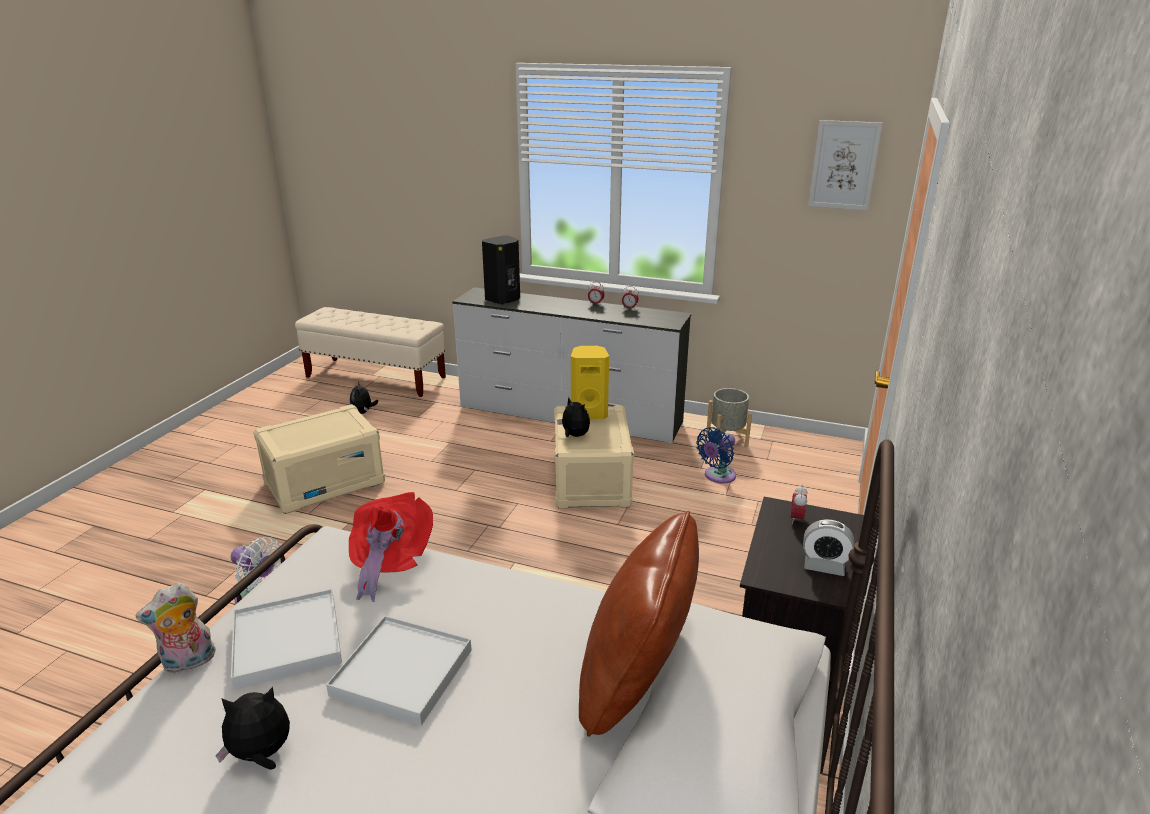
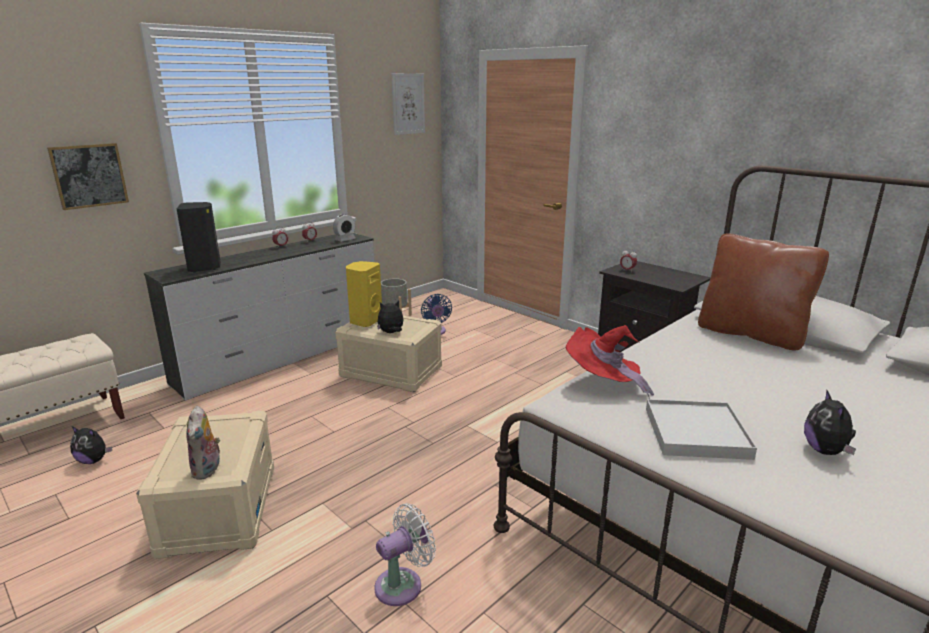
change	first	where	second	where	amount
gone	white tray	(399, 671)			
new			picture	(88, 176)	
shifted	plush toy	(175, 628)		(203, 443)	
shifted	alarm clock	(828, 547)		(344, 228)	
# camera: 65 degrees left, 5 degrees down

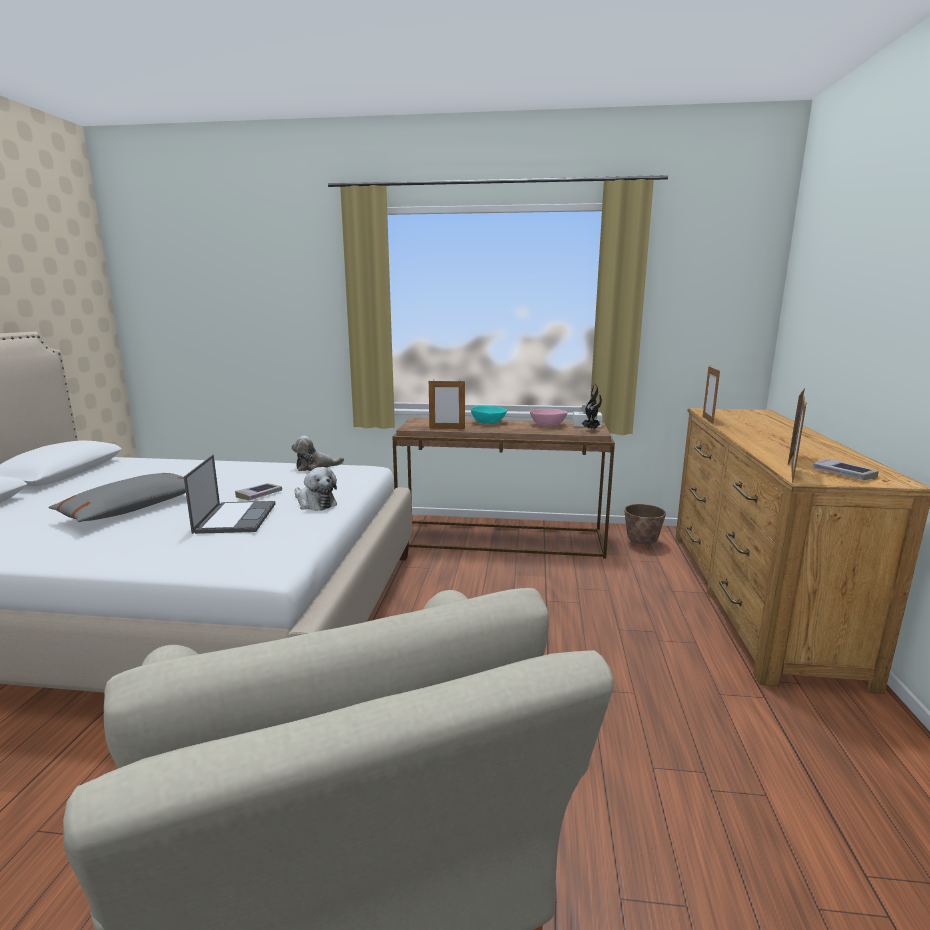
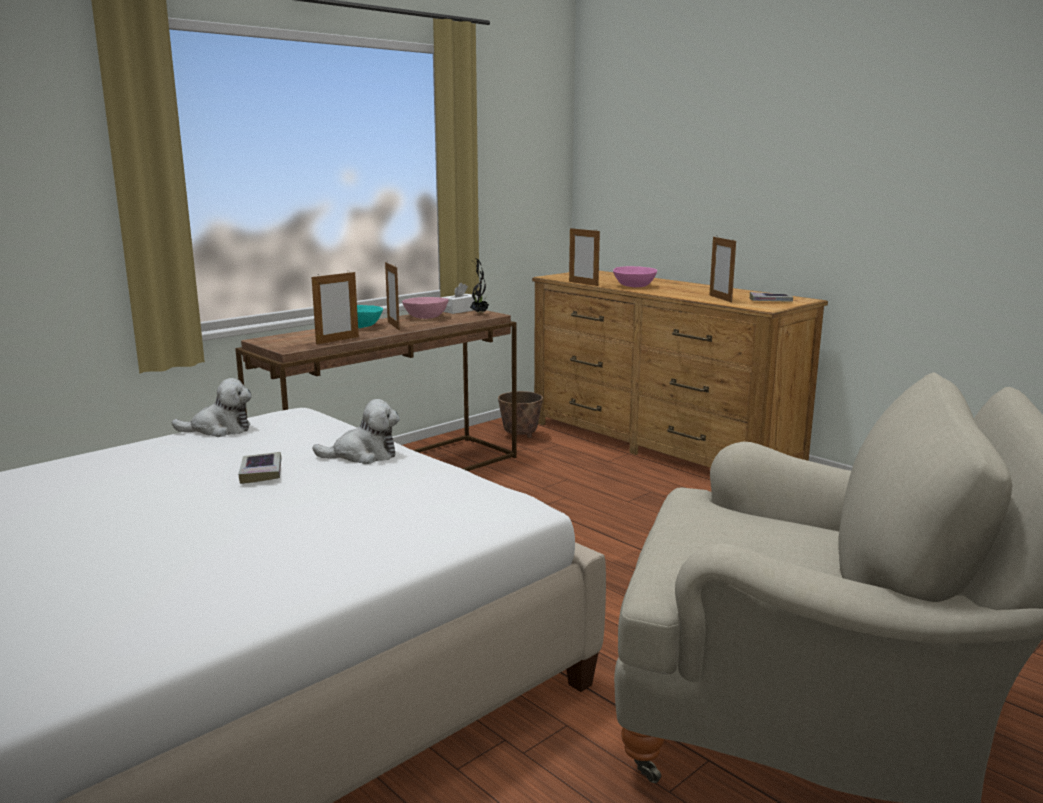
change	first	where	second	where	amount
gone	grey pillow	(117, 497)			
gone	laptop	(229, 494)			
new			pink bowl	(635, 276)	
shifted	picture frame	(799, 440)		(392, 296)	
rotated	plush toy	(318, 453)		(212, 407)	120 degrees counterclockwise
# camera: 50 degrees left, 0 degrees up

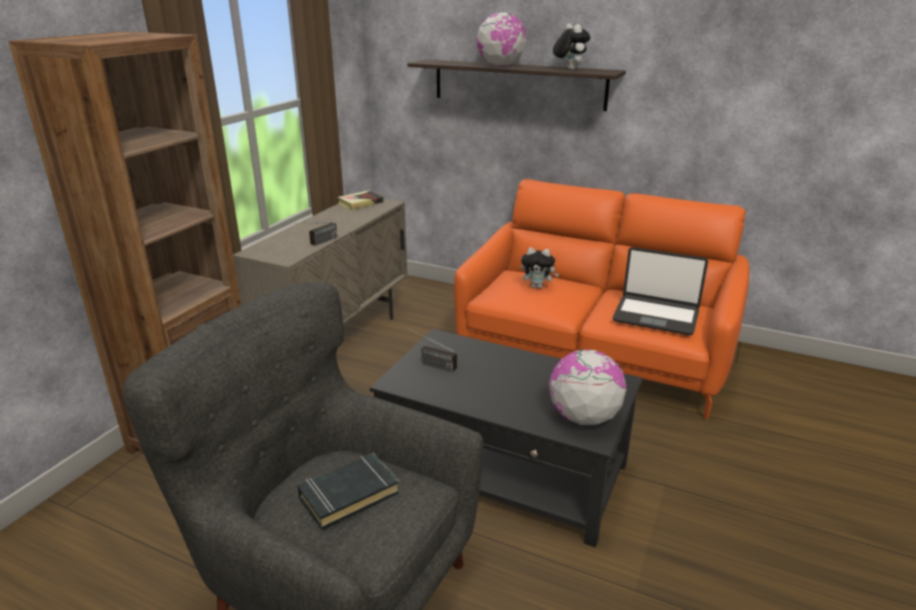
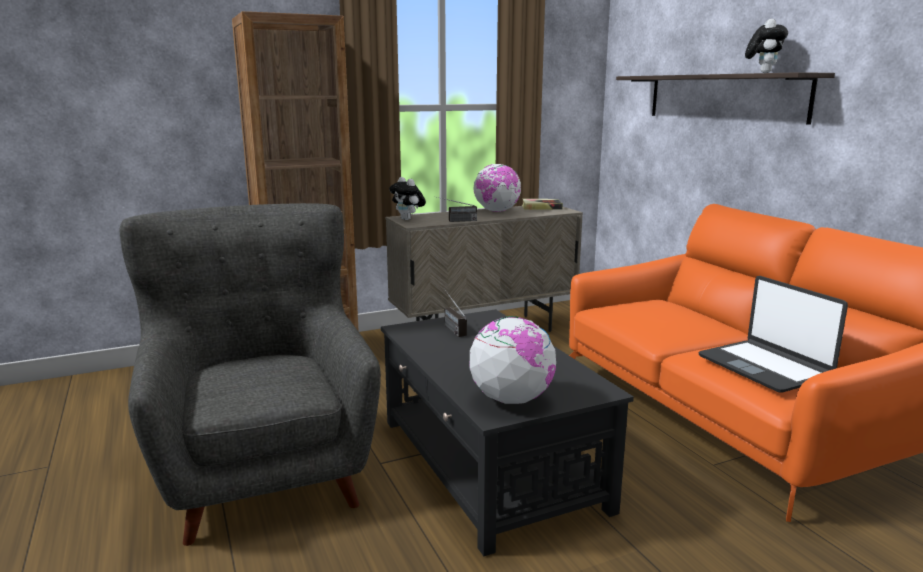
change	first	where	second	where	amount
gone	black book	(348, 491)			
shifted	globe	(501, 39)		(497, 188)	
shifted	plush toy	(540, 268)		(407, 198)	
# camera: 40 degrees right, 10 degrees down

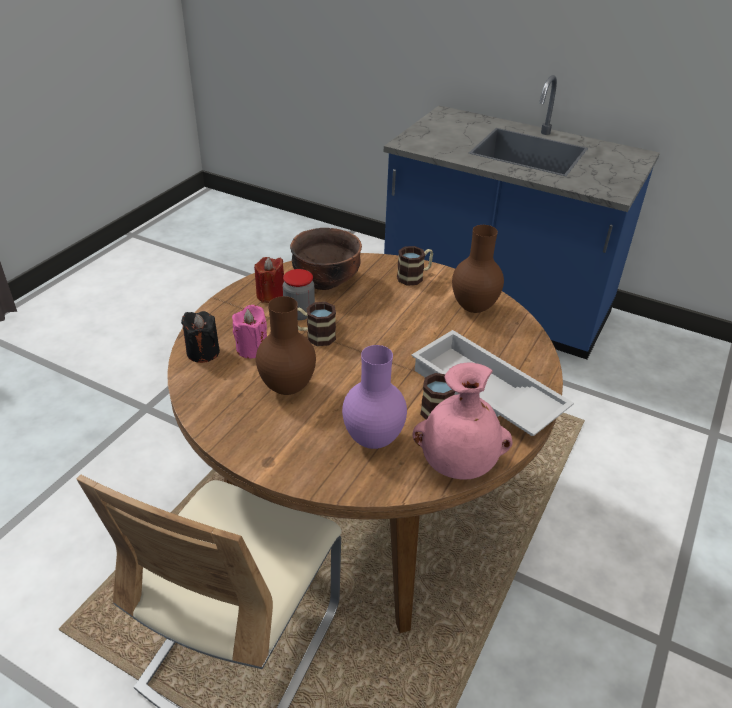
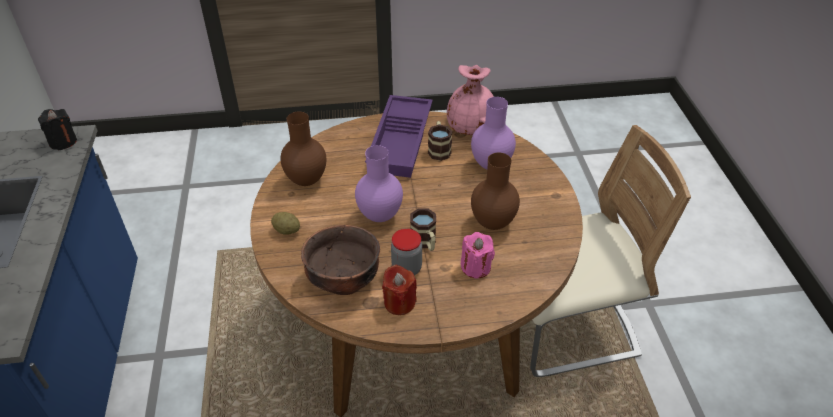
change	first	where	second	where	amount
new			purple vase	(379, 183)	
shifted	black candle	(200, 337)		(57, 129)	
swapped	mug	(415, 266)	potato	(285, 223)	
repainted	white tray	(492, 383)	purple tray	(399, 136)	
# camera: 125 degrees left, 5 degrees up

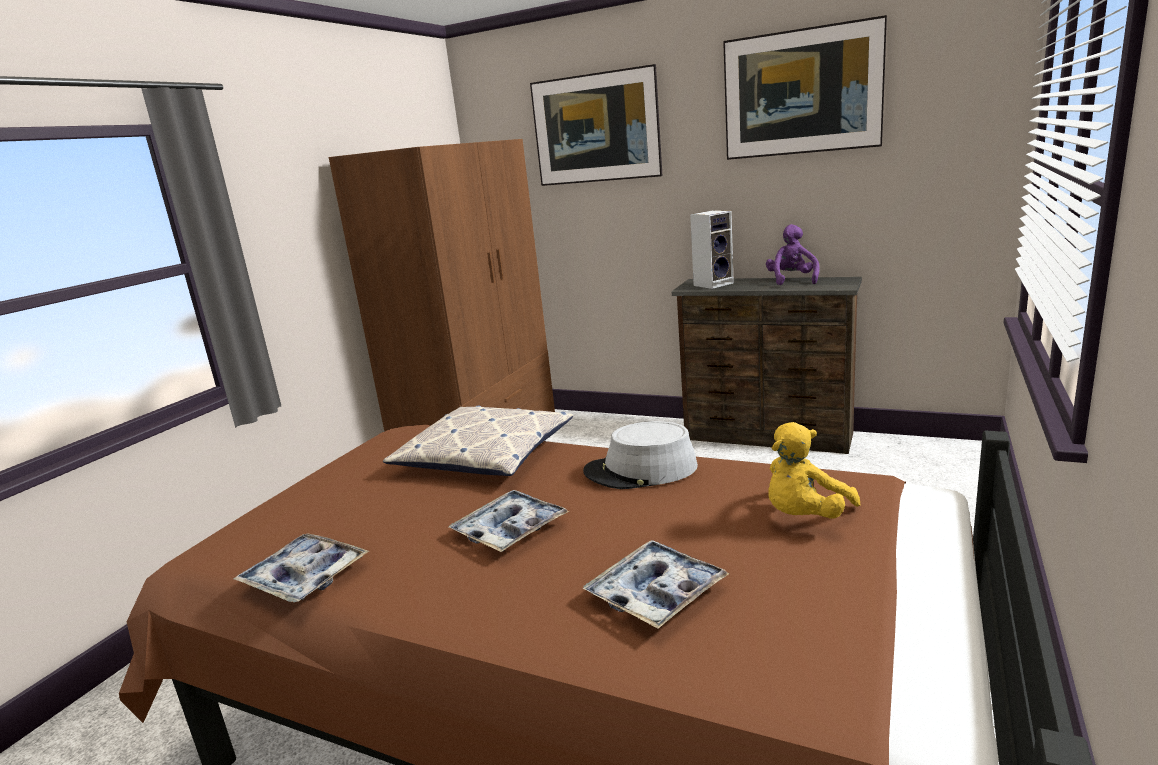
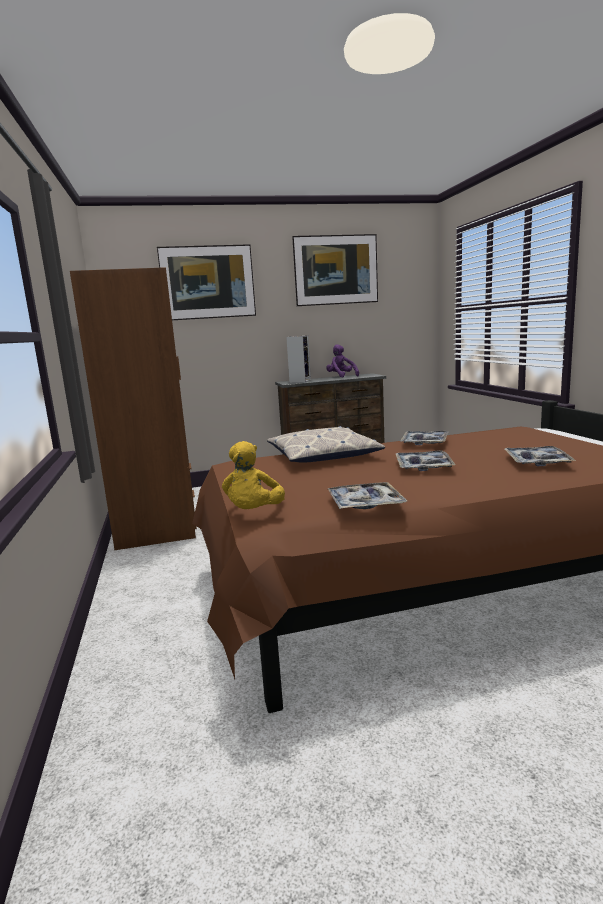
change	first	where	second	where	amount
shifted	yellow plush toy	(814, 470)		(253, 475)	
swapped	grey hat	(640, 455)	tray	(424, 438)	
# camera: 40 degrees left, 5 degrees down

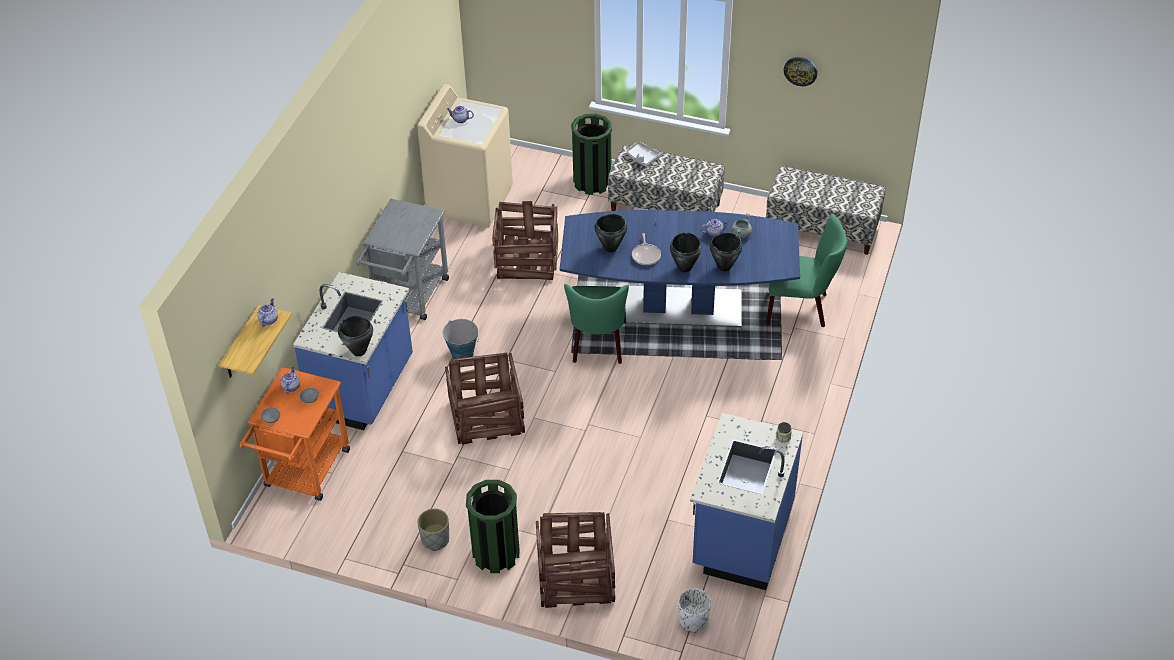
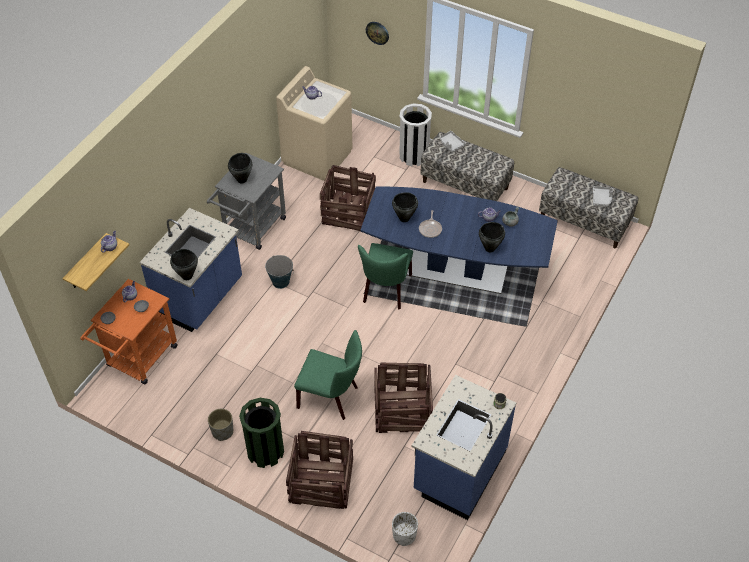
change	first	where	second	where	amount
new			grey tray	(603, 196)	
shifted	crate	(485, 398)		(403, 398)	
shifted	black cooking pot	(686, 252)		(240, 168)	
shifted	green chair	(806, 271)		(328, 375)	
shifted	wall clock	(801, 71)		(377, 33)	
repainted	green trash can	(591, 154)	white trash can	(415, 134)	
# camera: 10 degrees right, 5 degrees up

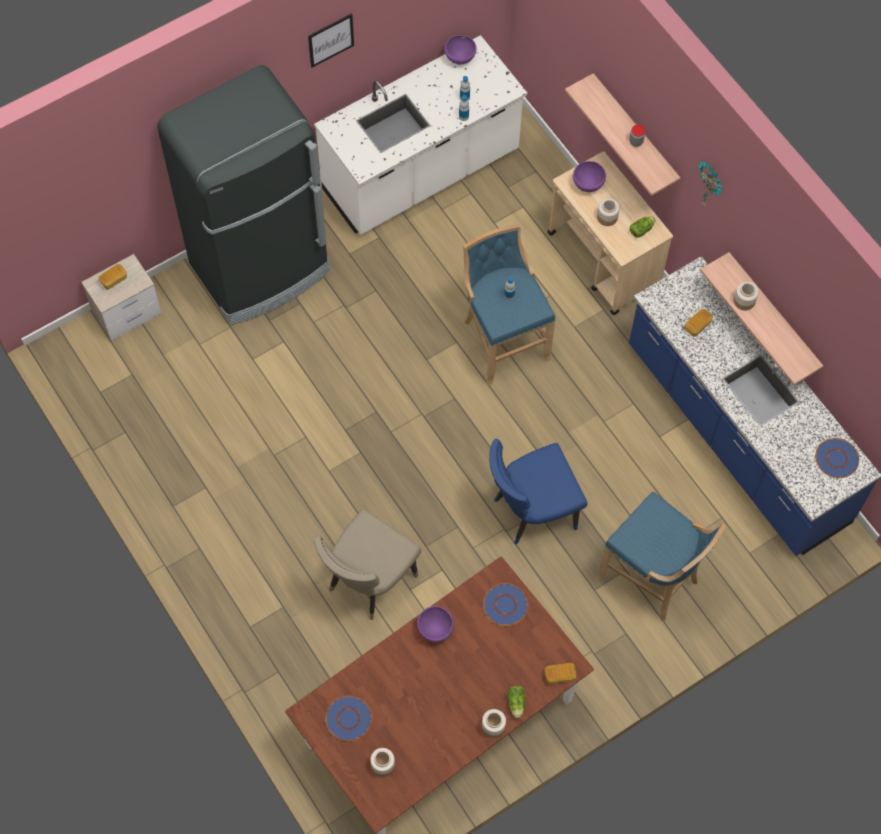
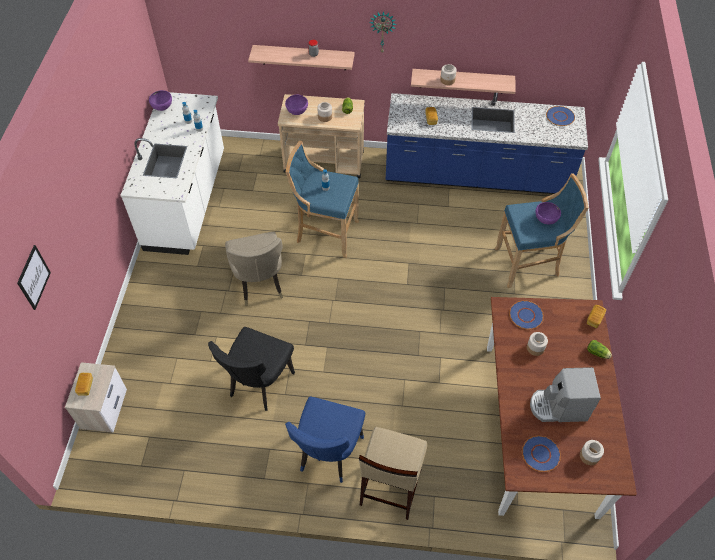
change	first	where	second	where	amount
gone	black fridge	(244, 195)			
new			black chair	(251, 369)	
new			beige stool	(393, 473)	
new			coffee machine	(565, 394)	
shifted	picture	(331, 40)		(34, 277)	
shifted	beige chair	(367, 564)		(254, 269)	
shifted	purple bowl	(435, 624)		(548, 213)	
shifted	jar	(494, 723)		(537, 344)	
shifted	blue chair	(538, 492)		(325, 440)	
# camera: 50 degrees left, 10 degrees down

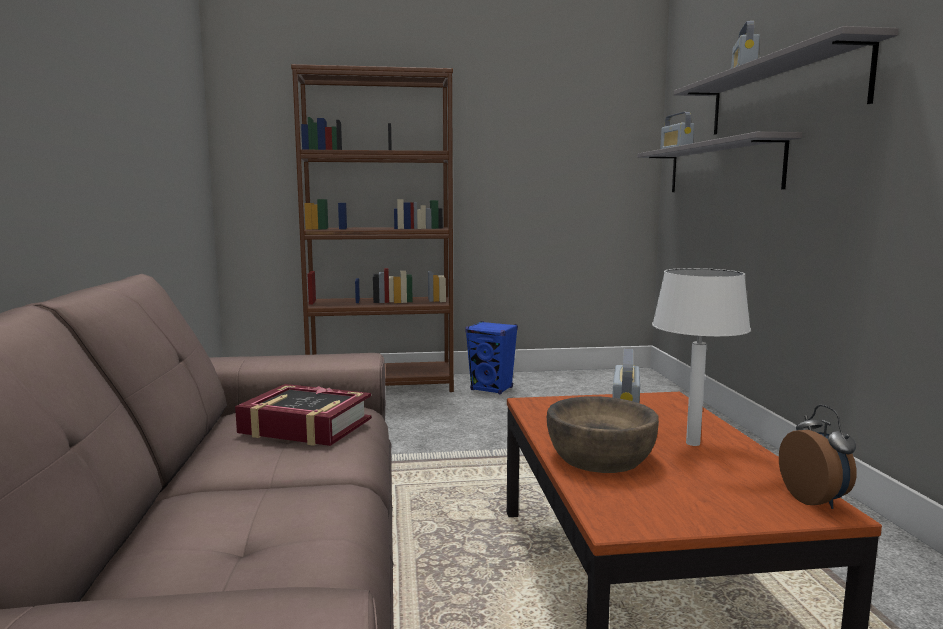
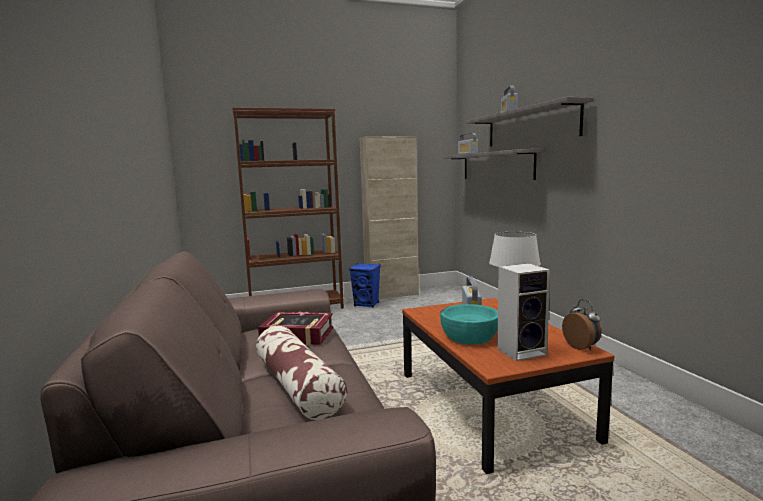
change	first	where	second	where	amount
new			pillow	(301, 373)	
new			beige cabinet	(389, 217)	
new			speaker	(523, 312)	
repainted	brown bowl	(603, 434)	turquoise bowl	(469, 324)	
# camera: 10 degrees left, 0 degrees up

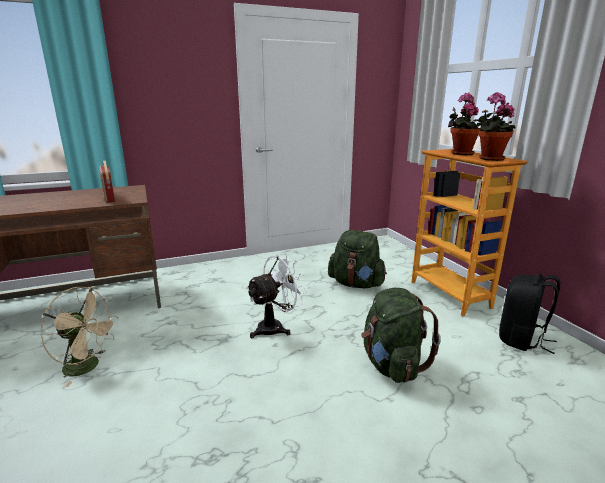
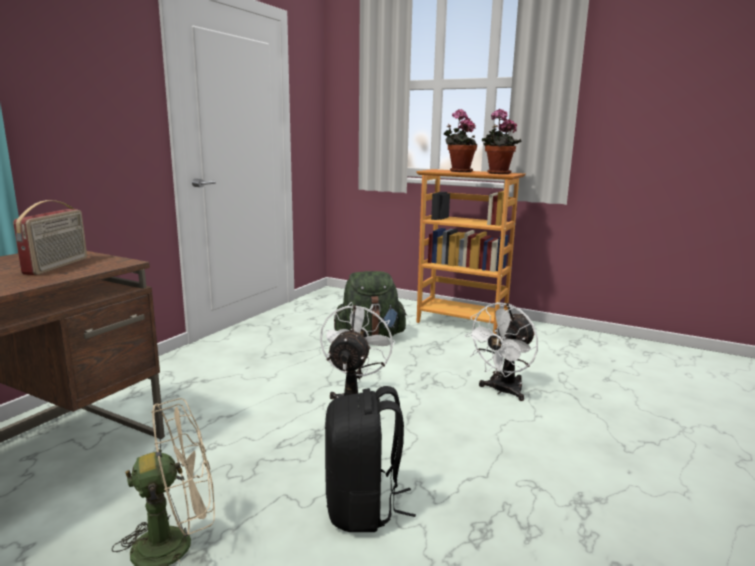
change	first	where	second	where	amount
shifted	black backpack	(529, 314)		(370, 459)	
swapped	green backpack	(401, 335)	white fan	(501, 351)	
rotated	radio	(107, 181)		(50, 237)	105 degrees counterclockwise
# camera: 40 degrees left, 5 degrees down

